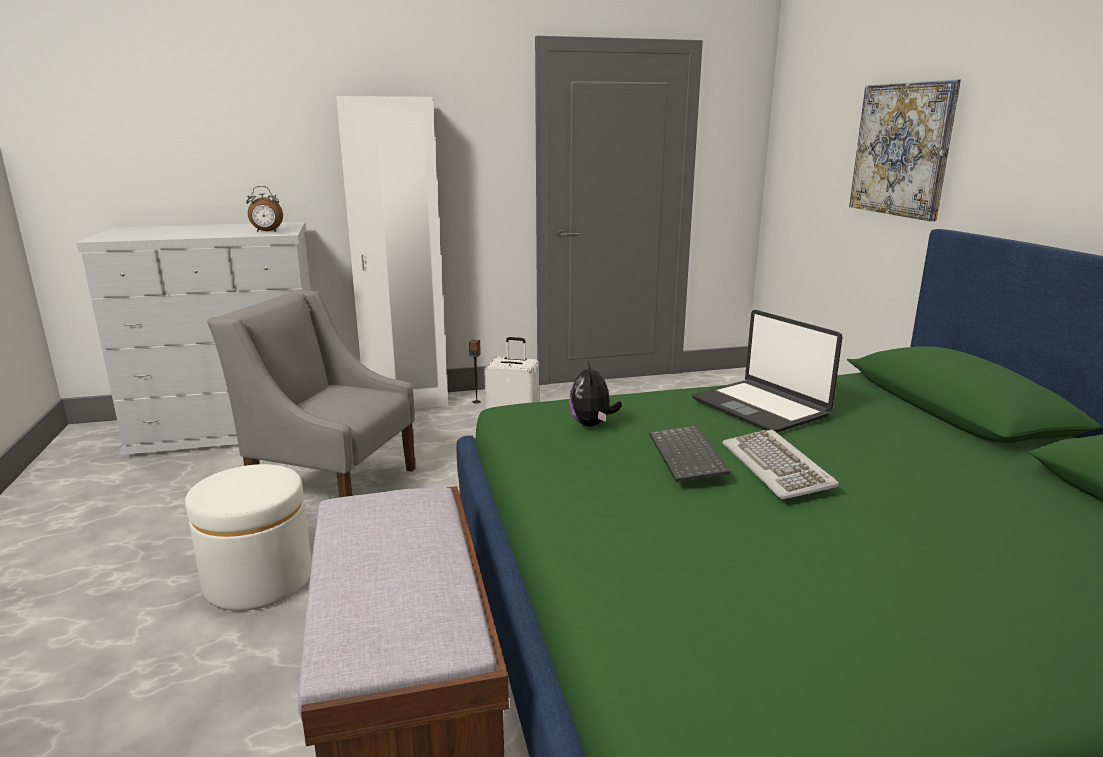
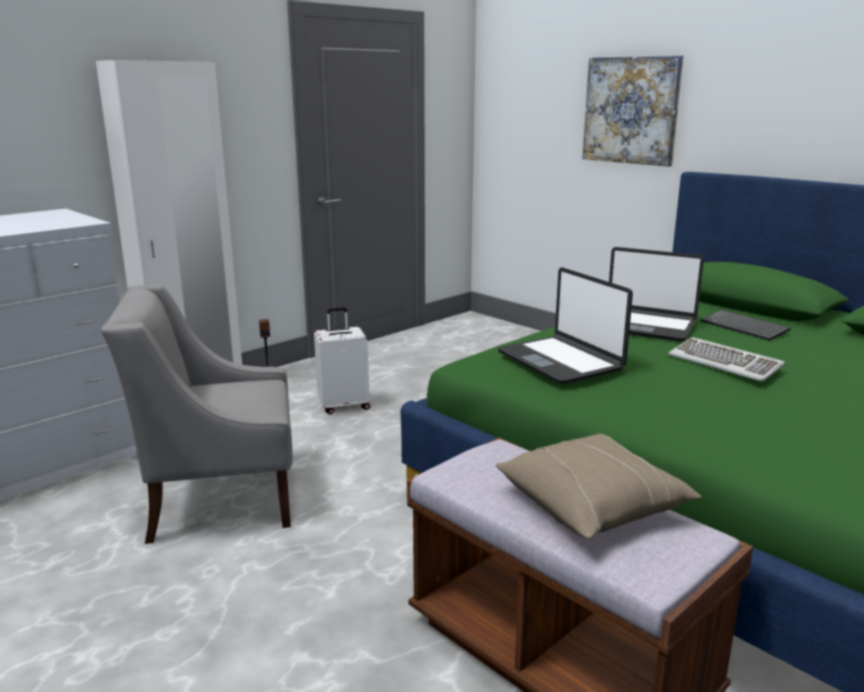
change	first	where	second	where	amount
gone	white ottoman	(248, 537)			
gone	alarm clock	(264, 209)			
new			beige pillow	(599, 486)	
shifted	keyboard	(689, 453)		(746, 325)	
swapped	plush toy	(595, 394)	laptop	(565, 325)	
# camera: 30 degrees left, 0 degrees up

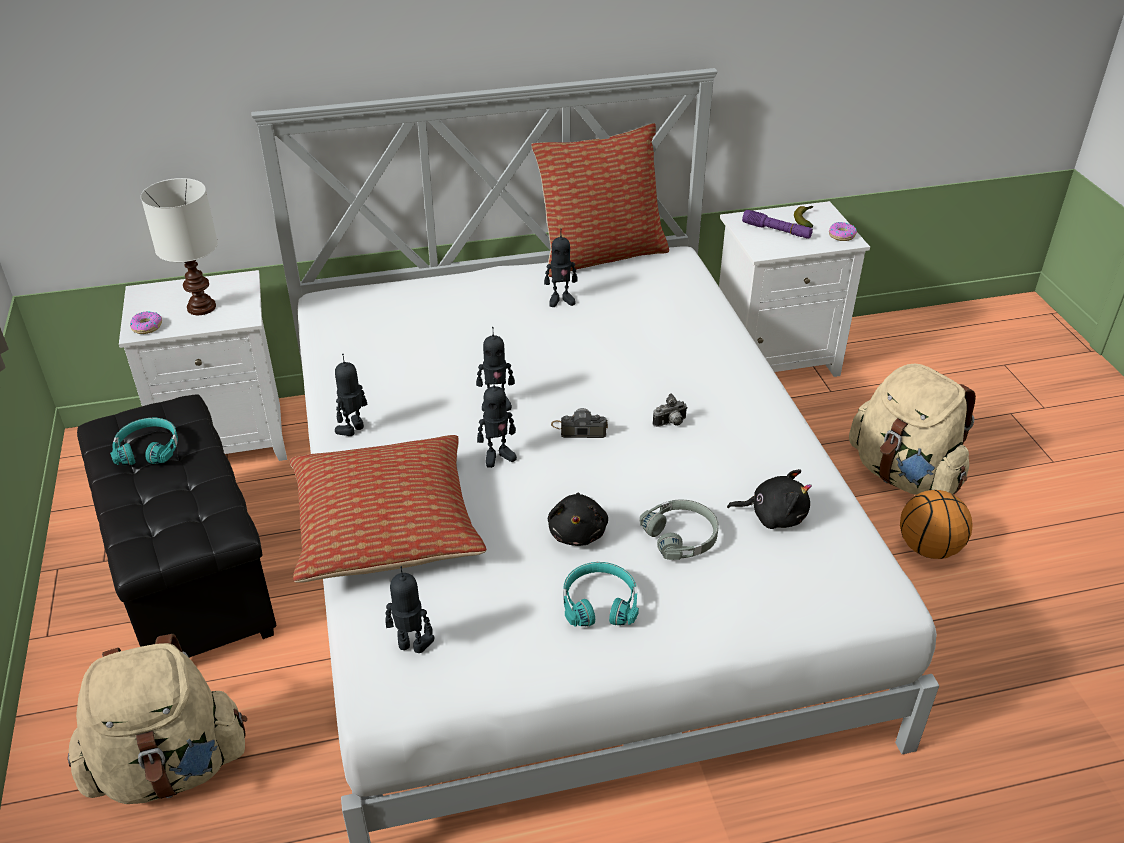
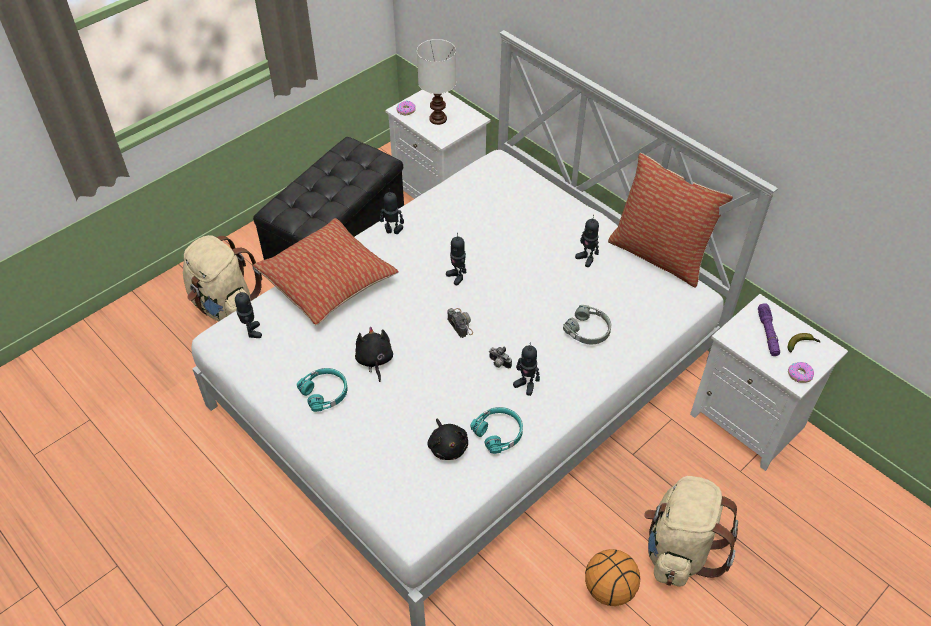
change	first	where	second	where	amount
shifted	turquoise headphones	(144, 441)		(496, 430)	
shifted	toy robot	(497, 423)		(526, 369)	
shifted	grey headphones	(679, 529)		(587, 324)	
rotated	black plush toy	(578, 519)		(374, 354)	105 degrees clockwise
# camera: 60 degrees right, 10 degrees up

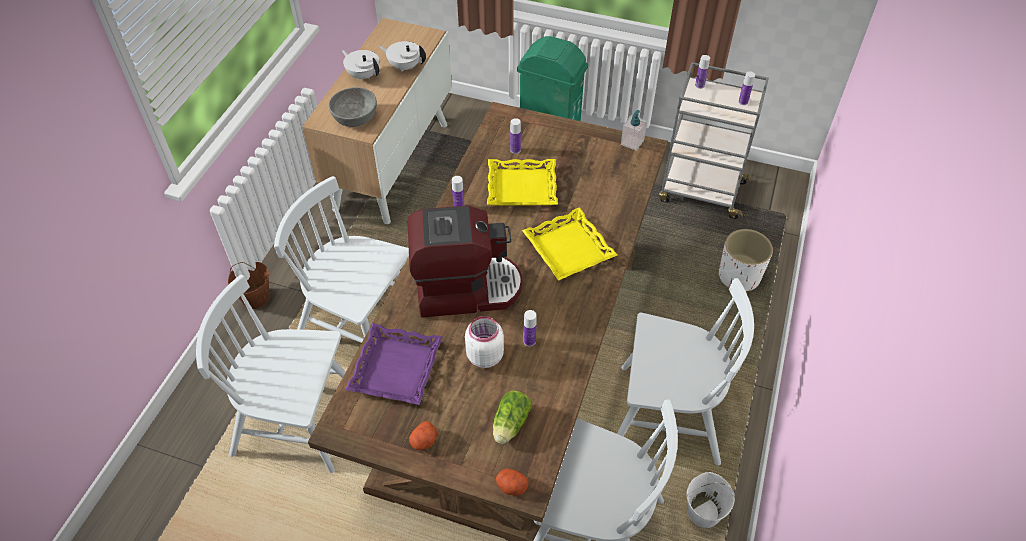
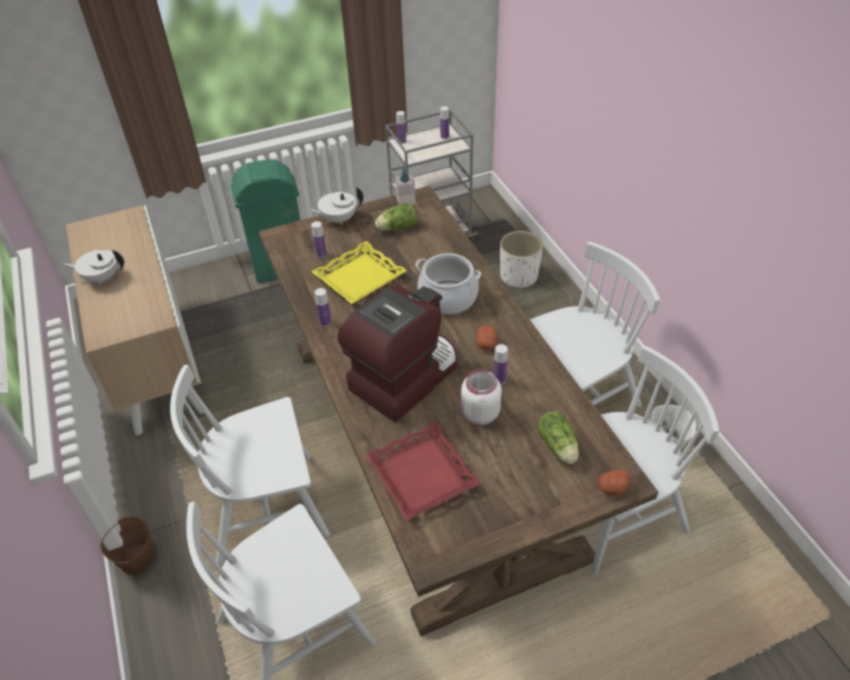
change	first	where	second	where	amount
gone	grey bowl	(353, 107)			
new			lettuce	(396, 217)	
shifted	white teapot	(402, 56)		(335, 206)	
shifted	potato	(423, 435)		(487, 337)	
swapped	yellow tray	(569, 244)	cooking pot	(448, 284)	
repainted	purple tray	(393, 364)	red tray	(423, 471)	
# camera: 40 degrees left, 5 degrees down

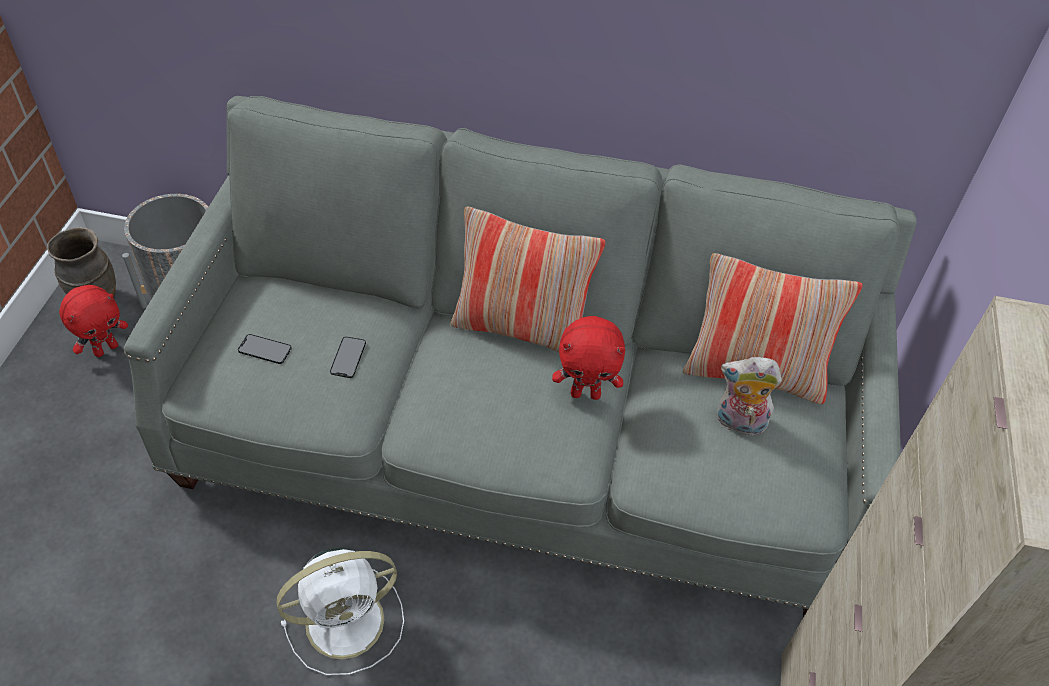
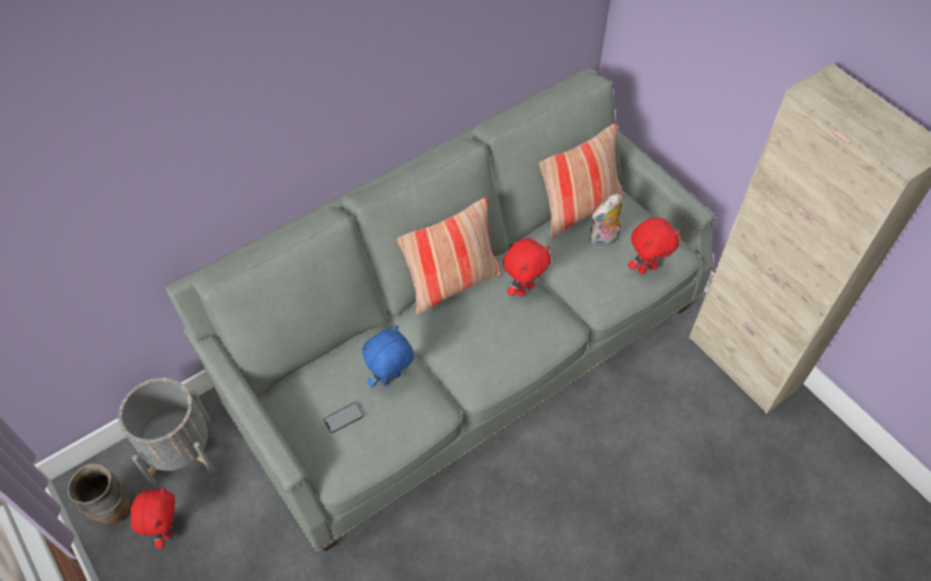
change	first	where	second	where	amount
gone	white fan	(340, 611)			
new			red plush toy	(654, 246)	
swapped	phone	(348, 357)	blue plush toy	(388, 356)	
# camera: 45 degrees left, 5 degrees up

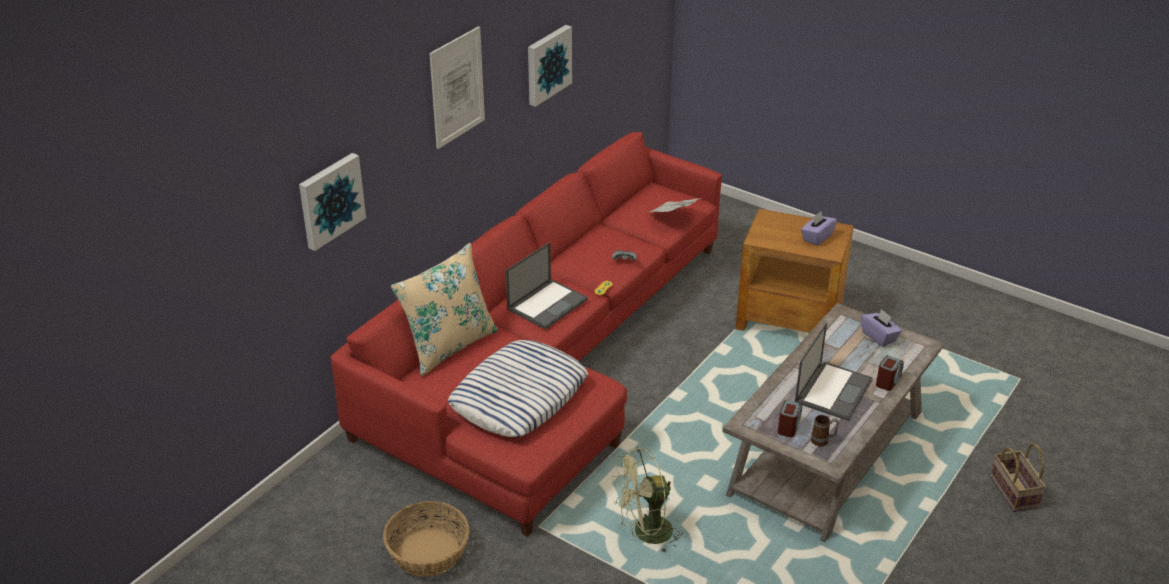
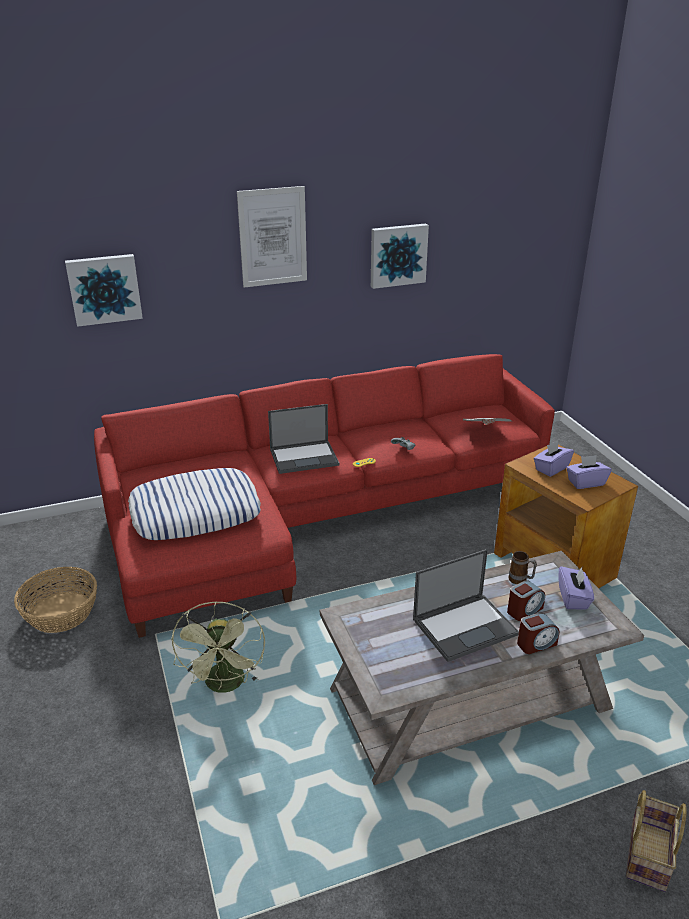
change	first	where	second	where	amount
gone	beige pillow	(444, 309)			
new			purple tissue box	(554, 458)	
shifted	alarm clock	(790, 418)		(526, 600)	
shifted	mug	(825, 431)		(523, 567)	
rotated	green fan	(647, 500)		(218, 647)	105 degrees counterclockwise
# camera: 35 degrees right, 5 degrees down

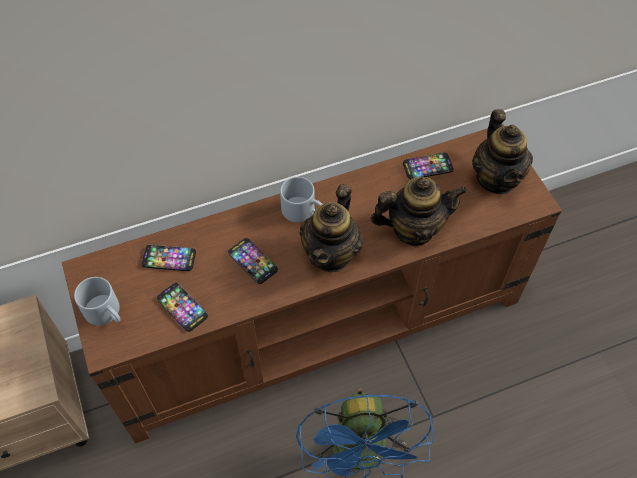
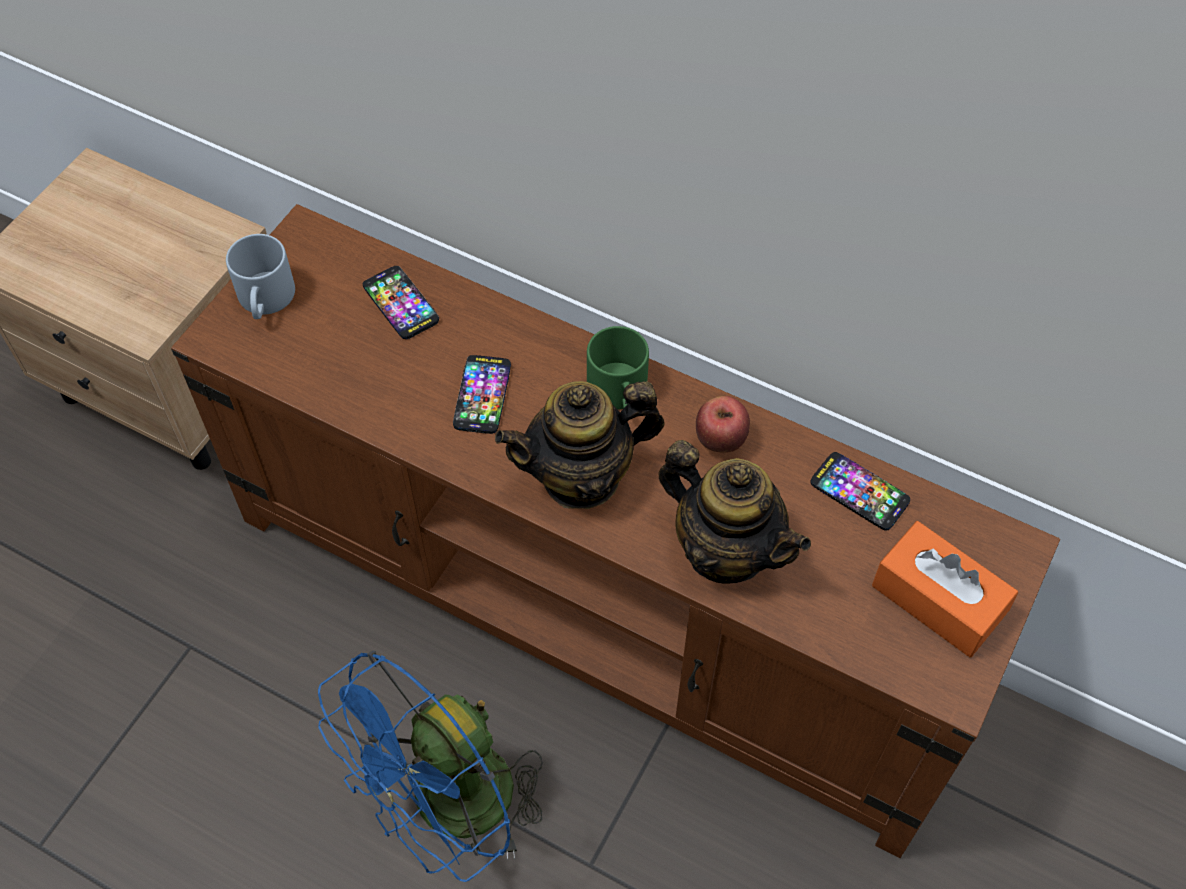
change	first	where	second	where	amount
gone	phone	(182, 307)			
new			apple	(723, 424)	
swapped	teapot	(502, 151)	orange tissue box	(945, 589)	
repainted	grey mug	(301, 200)	green mug	(618, 367)	
# camera: 50 degrees right, 0 degrees up

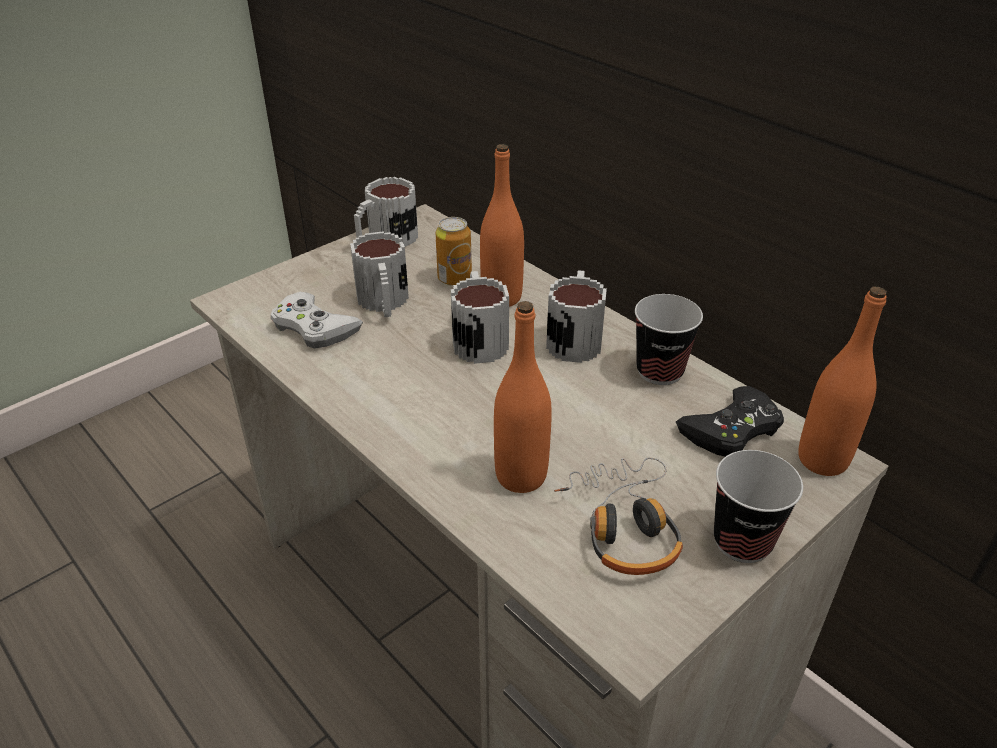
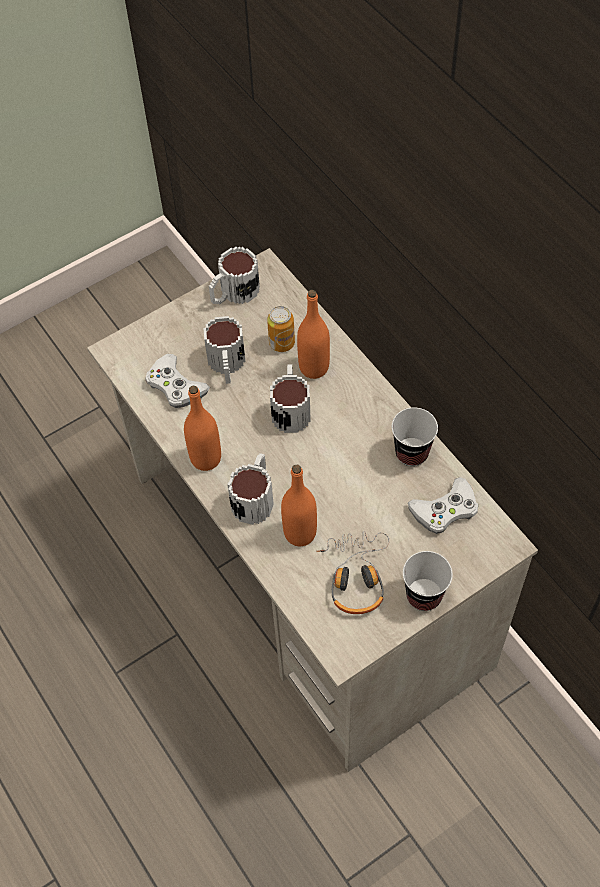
change	first	where	second	where	amount
shifted	mug	(576, 316)		(250, 489)	
shifted	orange bottle	(842, 381)		(202, 428)	
repainted	black game controller	(730, 421)	white game controller	(443, 505)	
# camera: 10 degrees right, 20 degrees up

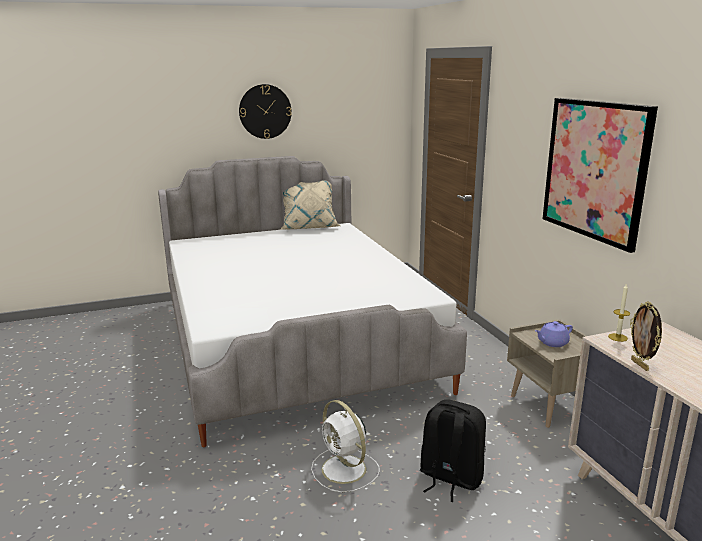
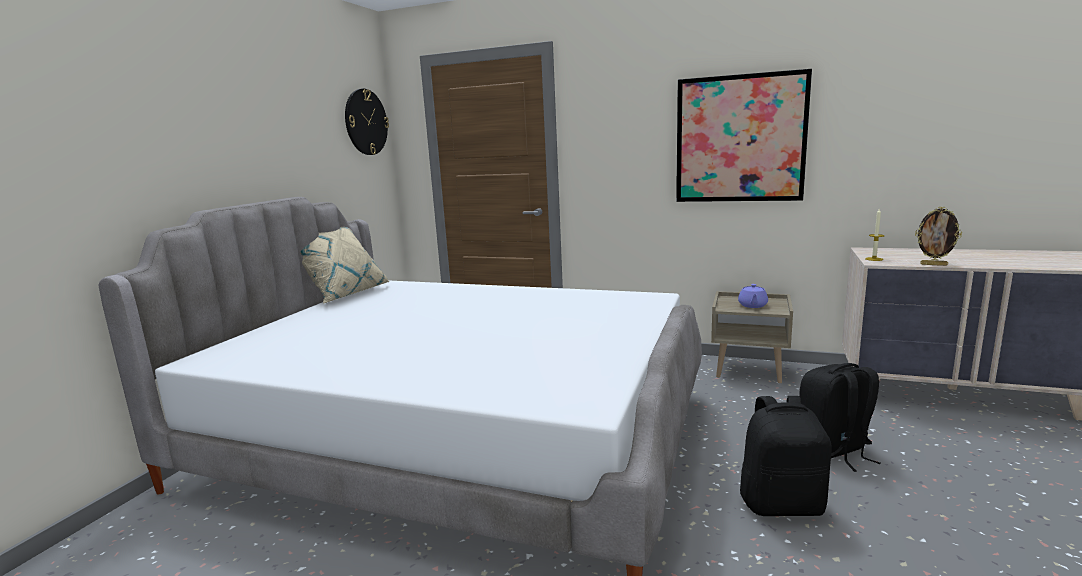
change	first	where	second	where	amount
shifted	wall clock	(265, 111)		(367, 122)	
swapped	white fan	(345, 446)	black backpack	(785, 456)	
# camera: 50 degrees left, 5 degrees down

